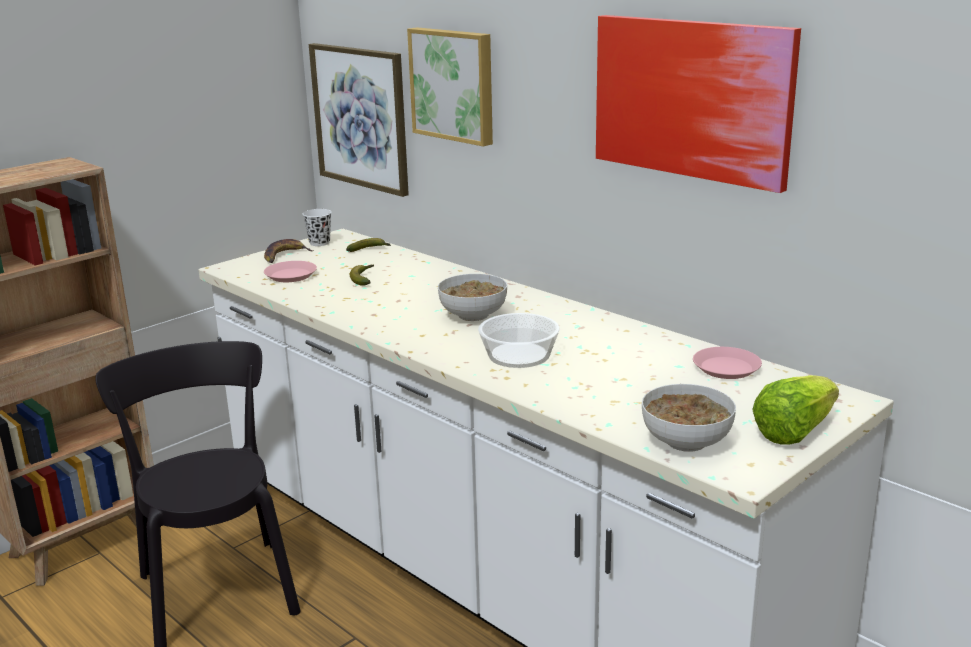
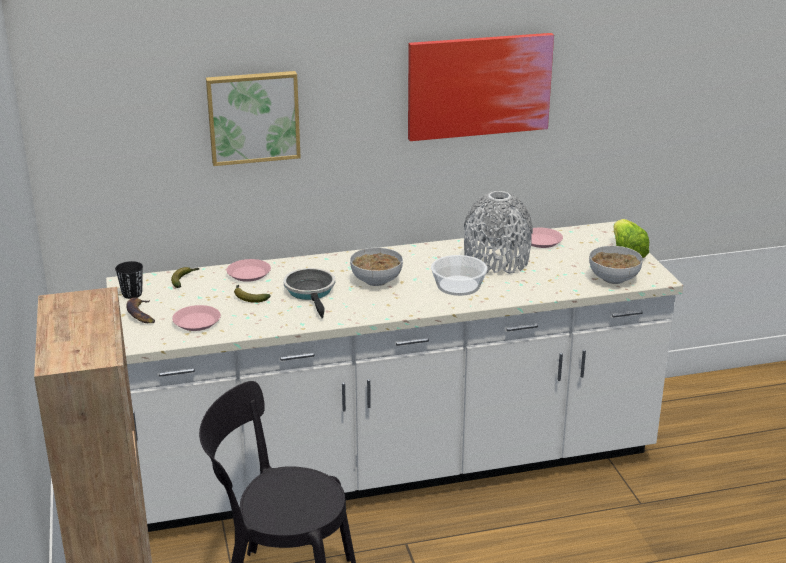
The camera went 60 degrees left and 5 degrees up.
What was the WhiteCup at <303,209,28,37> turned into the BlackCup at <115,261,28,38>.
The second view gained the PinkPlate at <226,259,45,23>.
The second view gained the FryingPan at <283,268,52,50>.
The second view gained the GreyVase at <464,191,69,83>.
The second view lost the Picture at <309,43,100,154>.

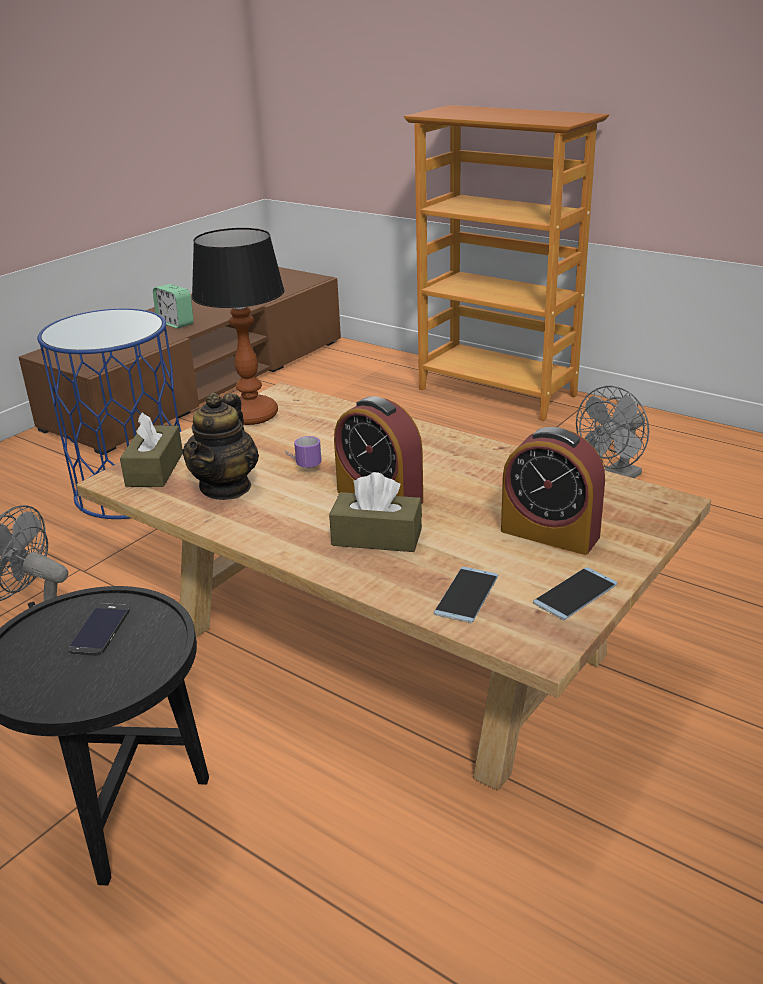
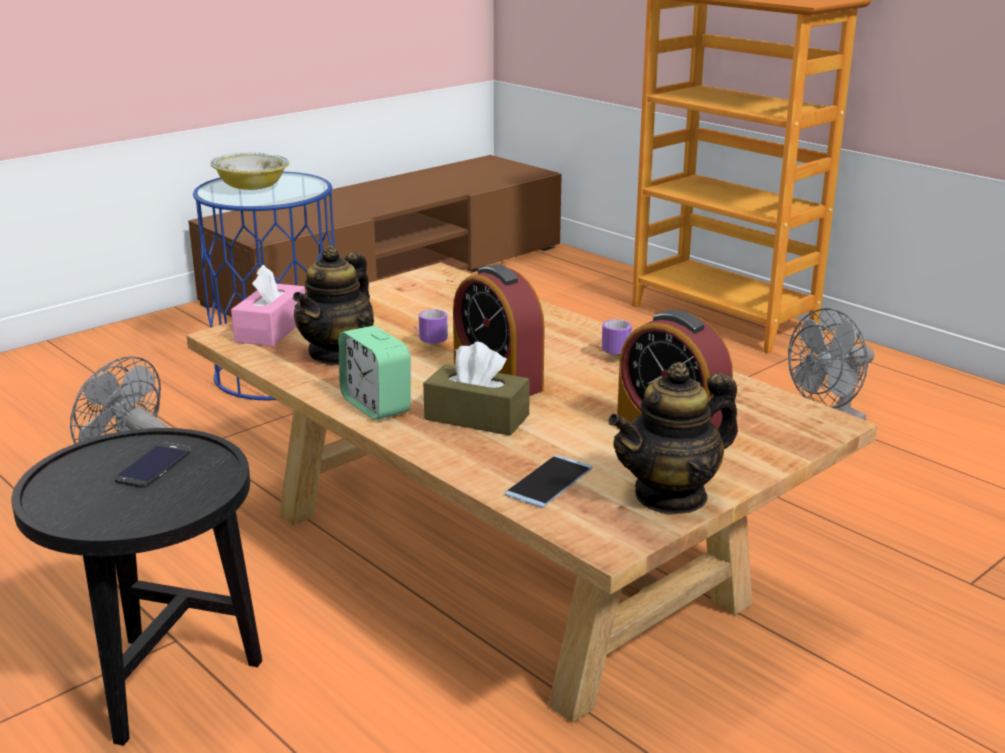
The camera went 10 degrees right and 5 degrees down.
The second view gained the Bowl at <210,153,79,37>.
What was the BrownTissueBox at <120,412,63,75> turned into the PinkTissueBox at <231,264,74,83>.
The AlarmClock ended up elsewhere, having gone from <153,284,40,44> to <339,326,72,94>.
The second view gained the Mug at <602,319,30,37>.
Where the Phone stood at <533,567,84,53>, the Teapot came to stand at <608,362,130,153>.
The second view lost the TableLamp at <192,228,93,197>.

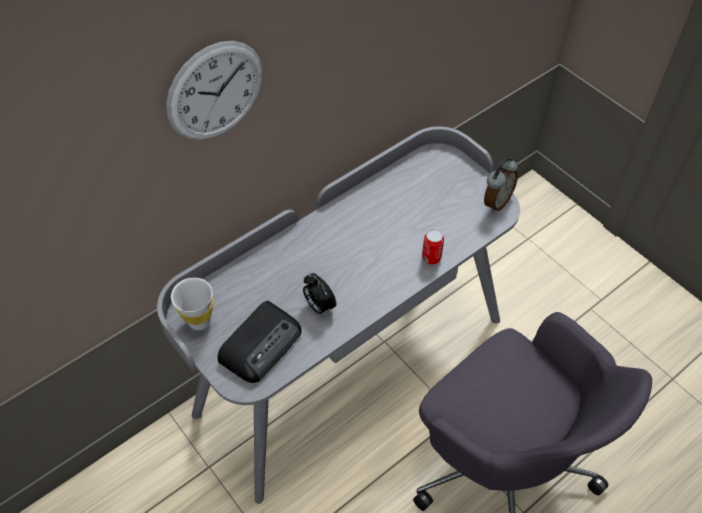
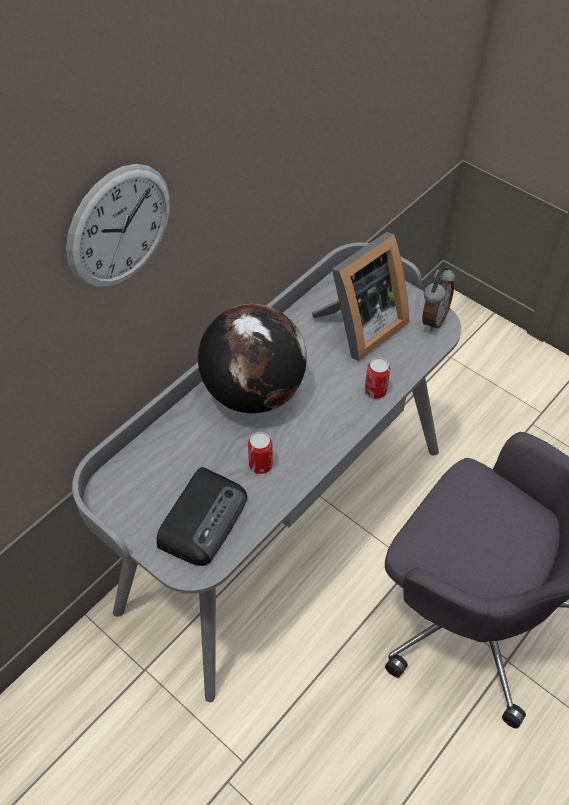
The camera went 10 degrees left and 0 degrees up.
The second view gained the Globe at <198,304,109,109>.
Where the AlarmClock stood at <303,273,33,43>, the Can came to stand at <248,432,25,42>.
The second view gained the PictureFrame at <312,232,97,129>.
The second view lost the WhiteCup at <171,278,42,52>.

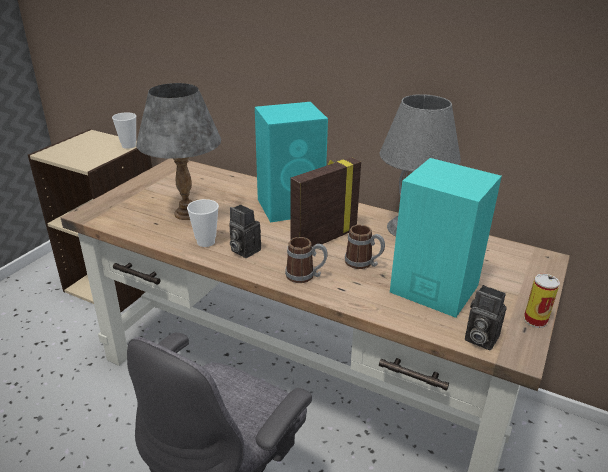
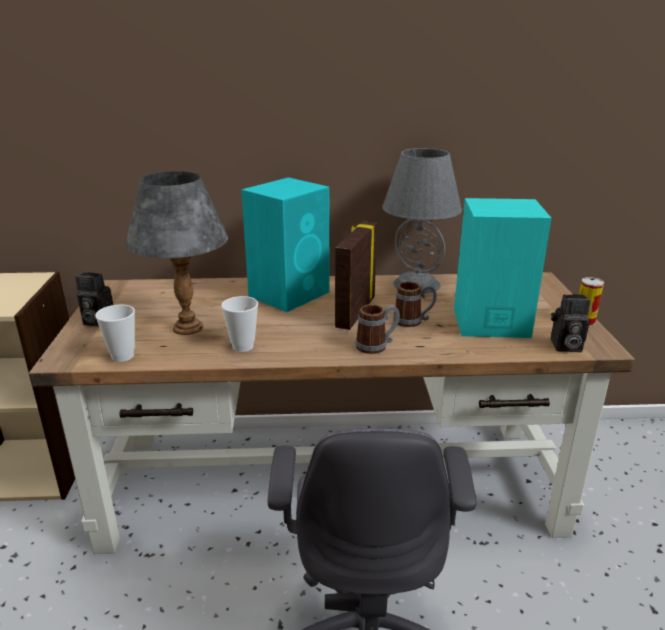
The camera went 30 degrees left and 5 degrees down.
The PhotoCamera ended up elsewhere, having gone from <229,205,32,53> to <75,272,38,54>.
The Cup ended up elsewhere, having gone from <112,112,24,37> to <95,304,40,58>.

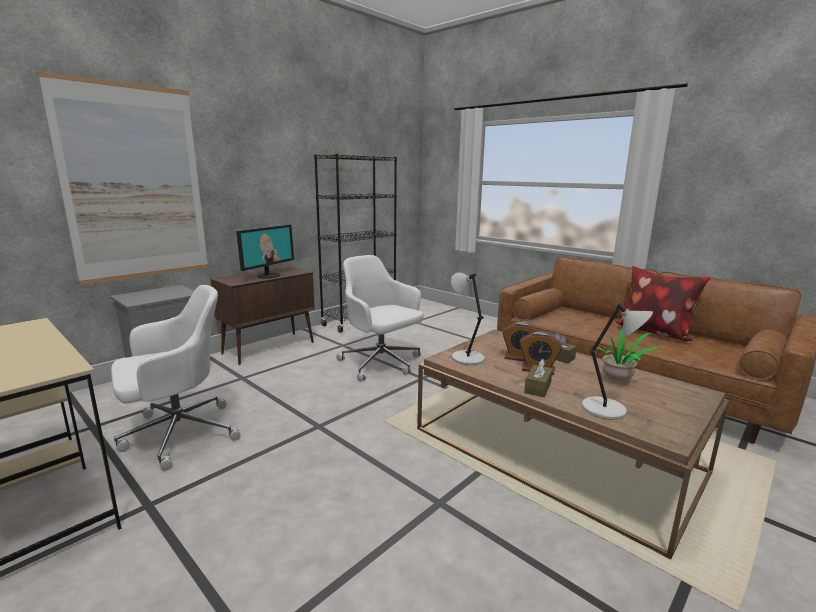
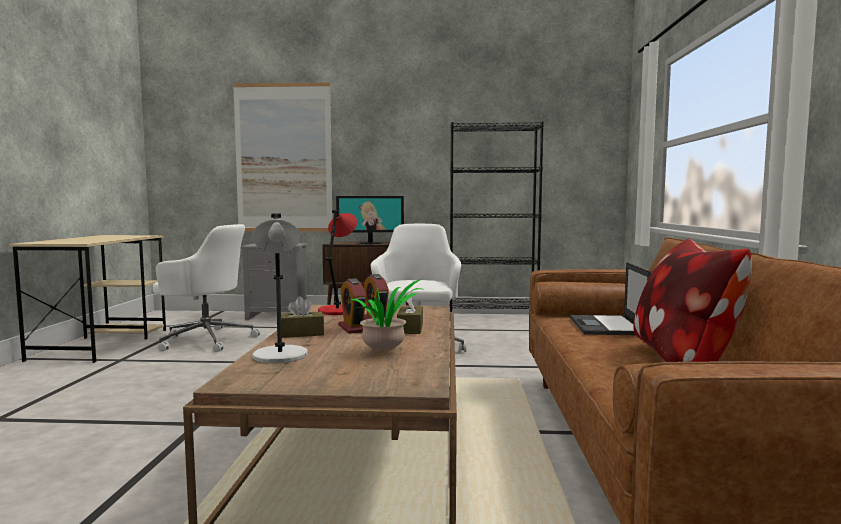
The camera went 50 degrees right and 10 degrees down.
What was the GreyTableLamp at <451,273,34,92> turned into the RedTableLamp at <318,210,39,105>.
The second view gained the Laptop at <570,262,81,73>.

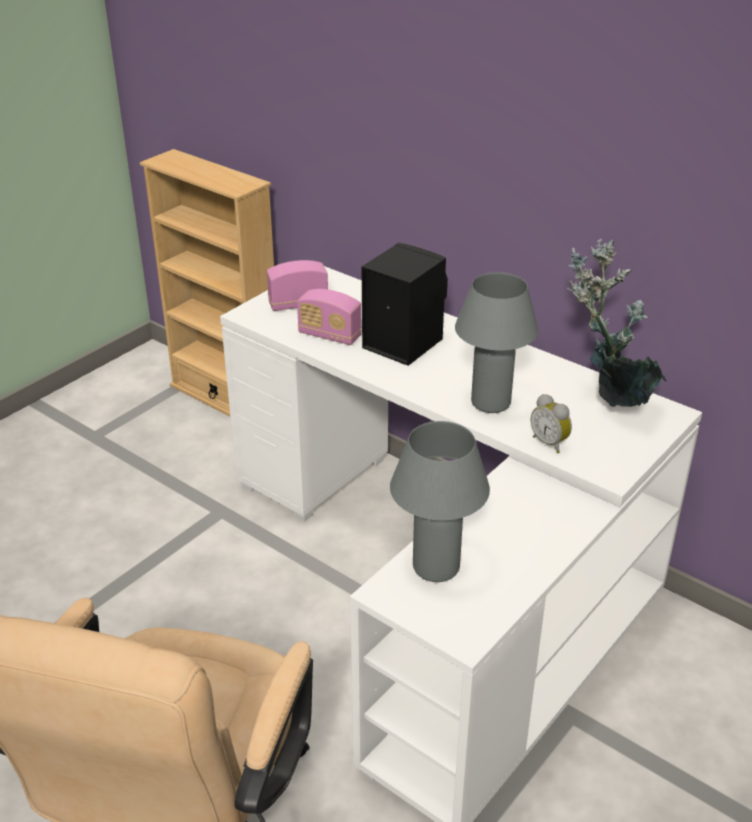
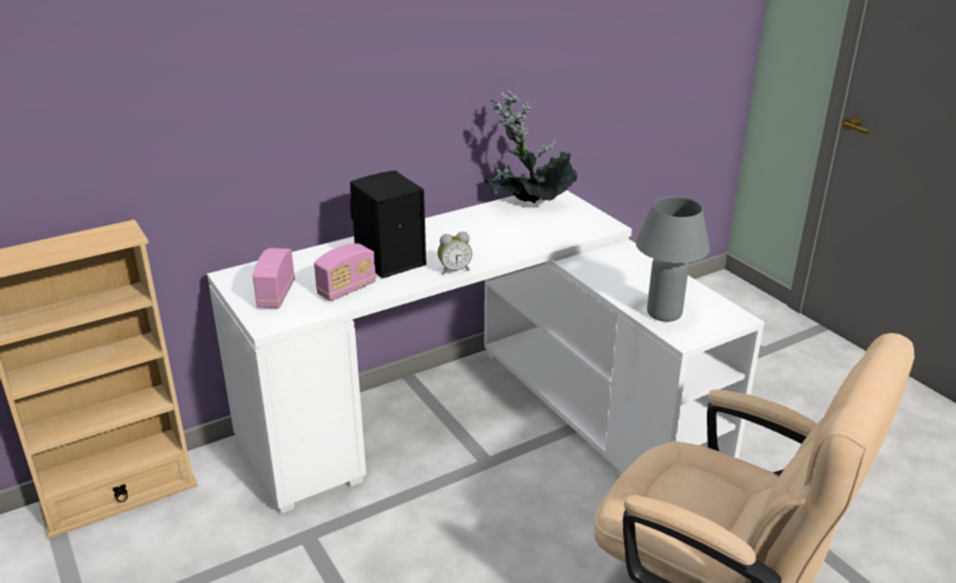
The camera went 70 degrees left and 5 degrees down.
The AlarmClock ended up elsewhere, having gone from <531,394,41,59> to <438,232,34,43>.
The second view lost the GreyTableLamp at <455,272,83,141>.

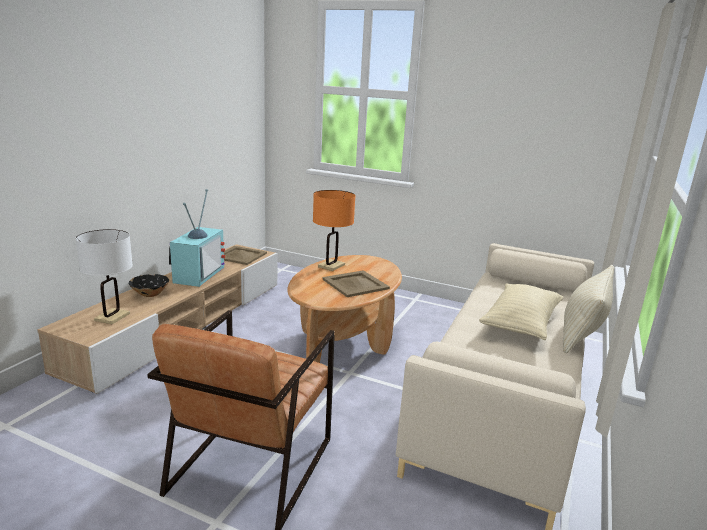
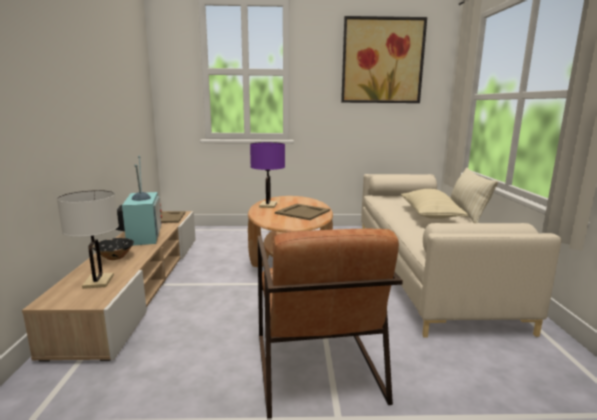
The camera went 25 degrees left and 5 degrees down.
What was the OrangeTableLamp at <313,190,43,81> turned into the PurpleTableLamp at <250,142,35,66>.
The second view gained the Picture at <341,16,86,87>.

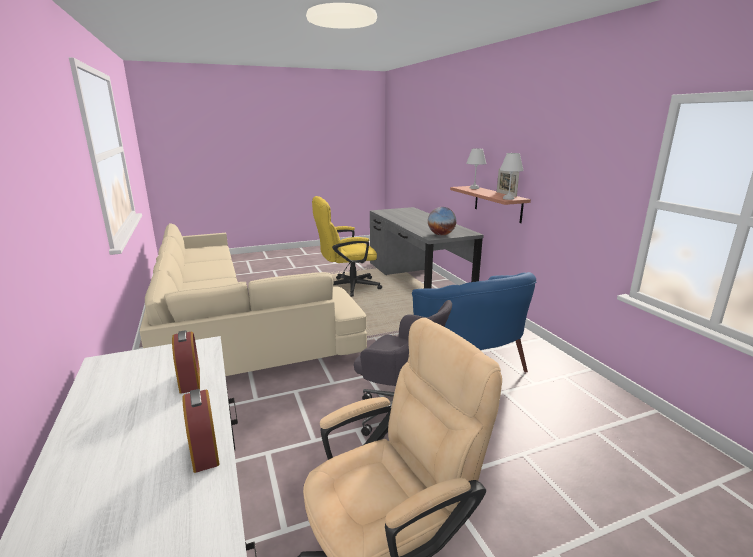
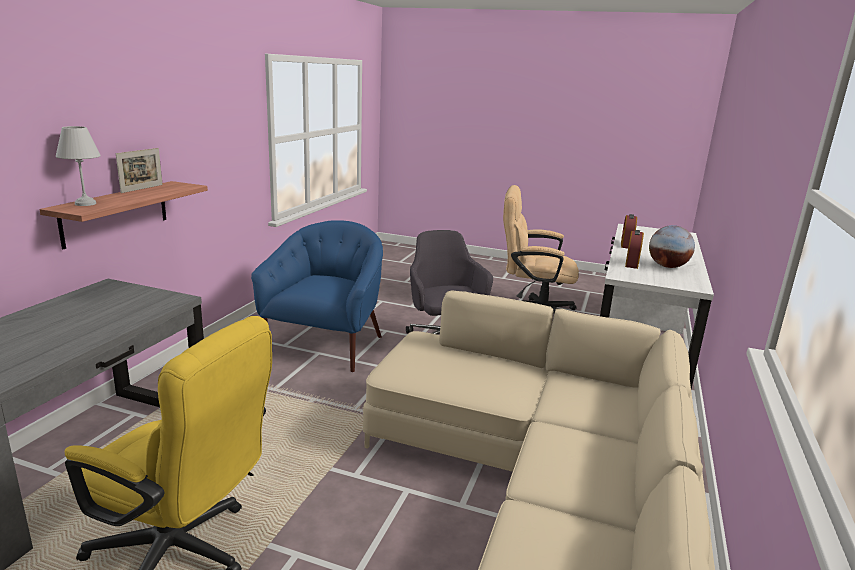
The camera went 140 degrees left and 0 degrees up.
The Globe ended up elsewhere, having gone from <428,207,28,28> to <649,225,46,43>.
The second view lost the WhiteTableLamp at <500,153,24,47>.

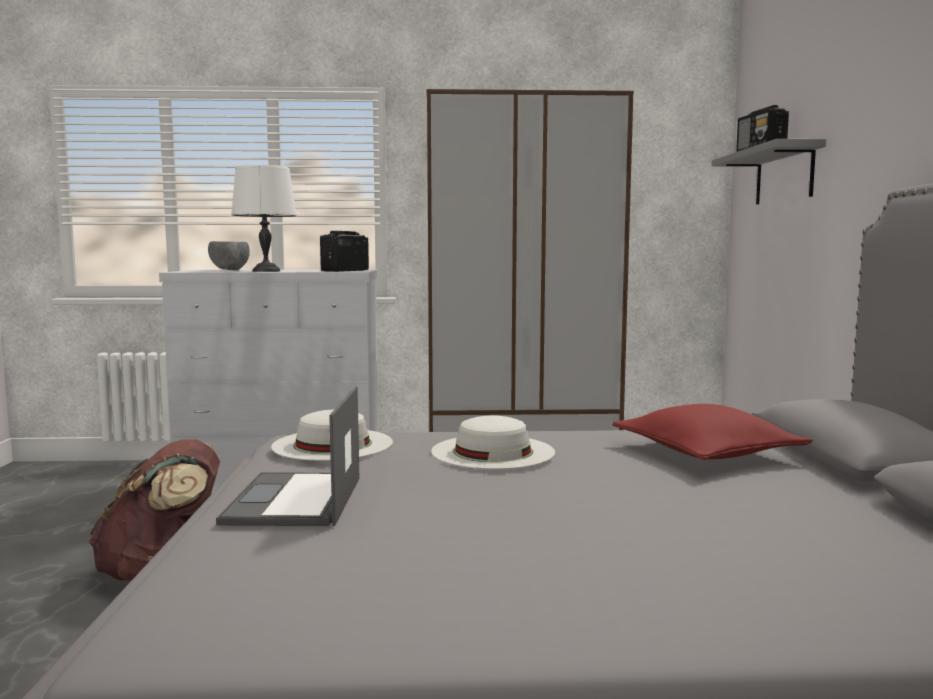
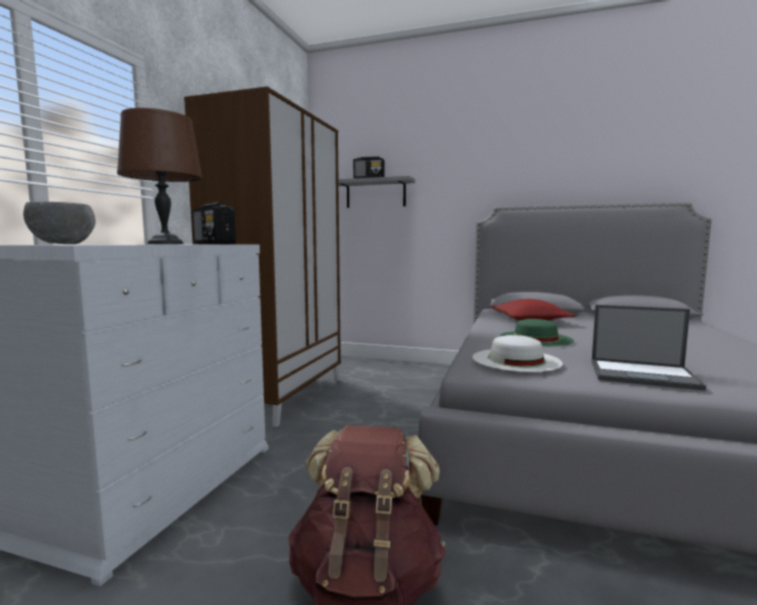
The camera went 70 degrees left and 0 degrees up.
What was the WhiteTableLamp at <231,165,66,107> turned into the BrownTableLamp at <117,108,85,136>.
What was the WhiteHat at <431,416,124,53> turned into the GreenHat at <500,319,74,27>.

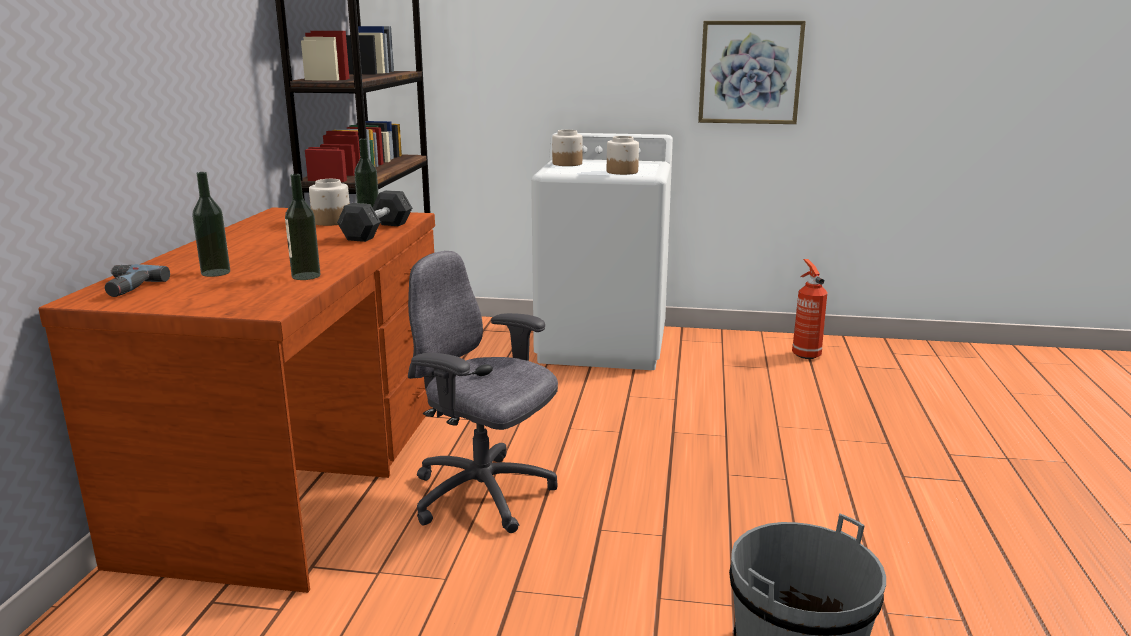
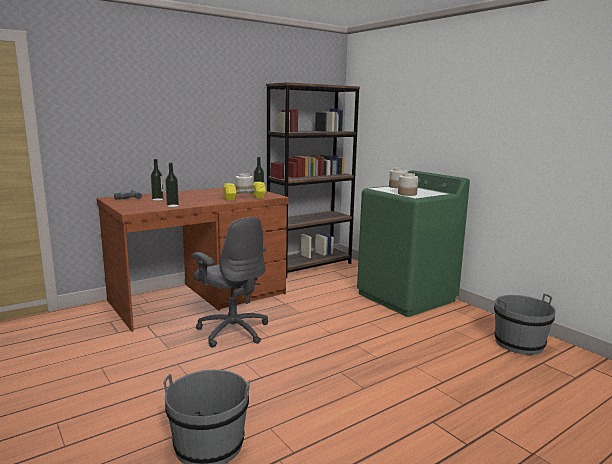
The camera went 45 degrees right and 5 degrees down.
The GreyOfficeChair at <408,251,150,282> ended up facing another way, 150 degrees clockwise from before.
What was the GreyDumbbell at <337,190,75,52> turned into the YellowDumbbell at <223,182,43,19>.
What was the WhiteWashingMachine at <531,133,142,237> turned into the GreenWashingMachine at <357,170,113,147>.
Where the FireExtinguisher stood at <792,259,35,100>, the GreyBucket came to stand at <494,293,62,62>.
The second view lost the Picture at <698,21,108,103>.

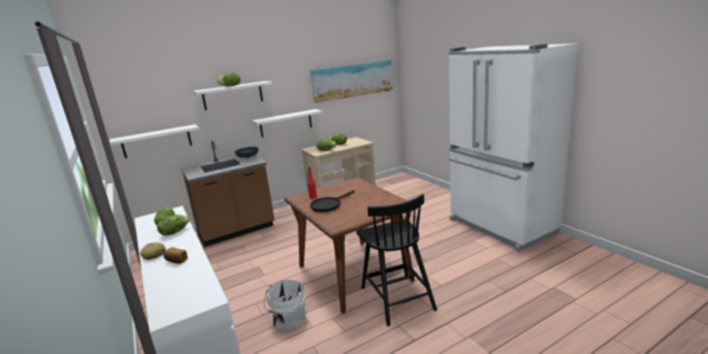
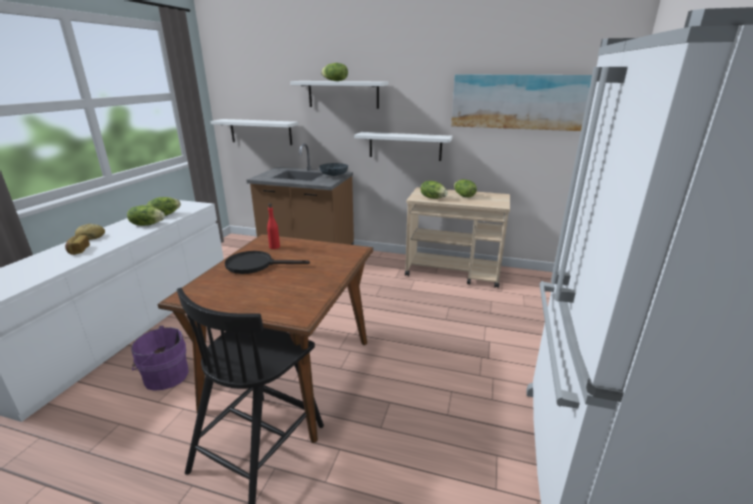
The camera went 45 degrees right and 5 degrees up.
What was the WhiteBucket at <264,280,42,51> turned into the PurpleBucket at <131,326,58,65>.

